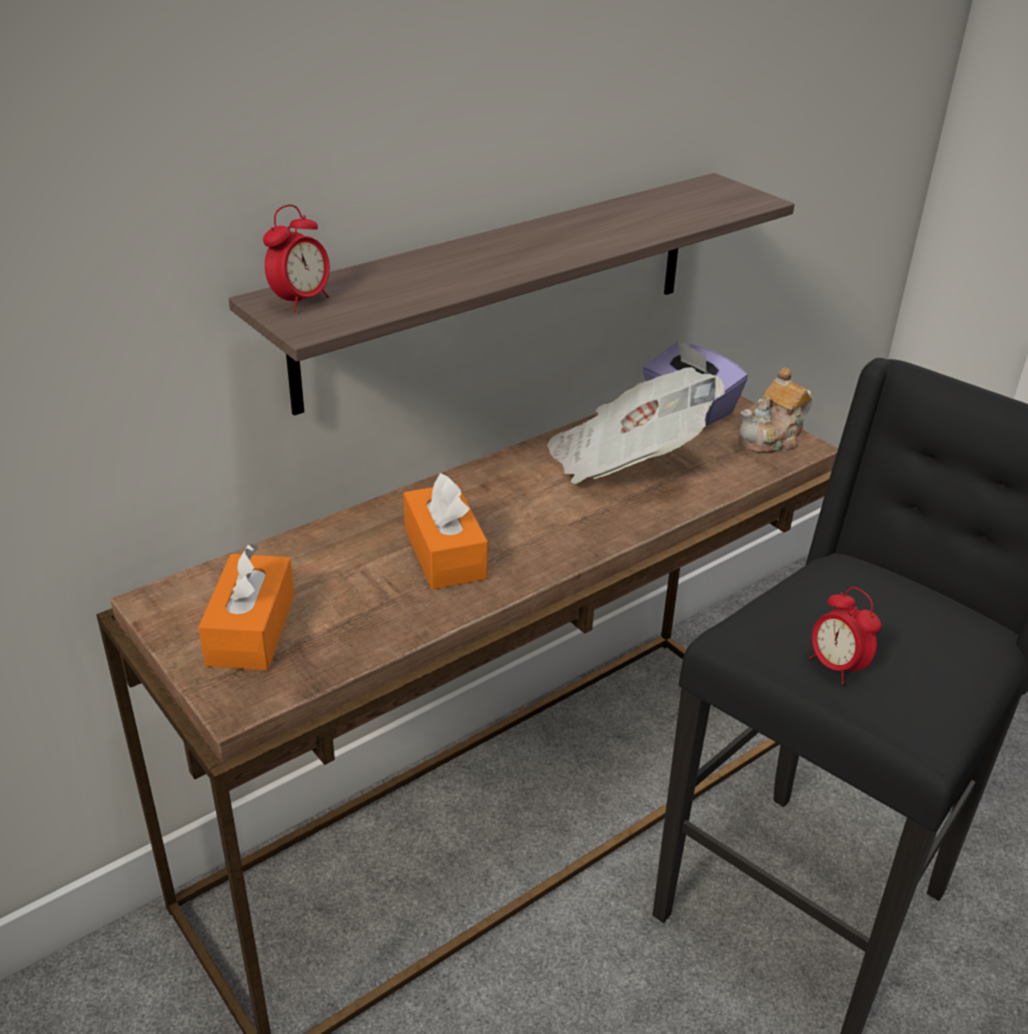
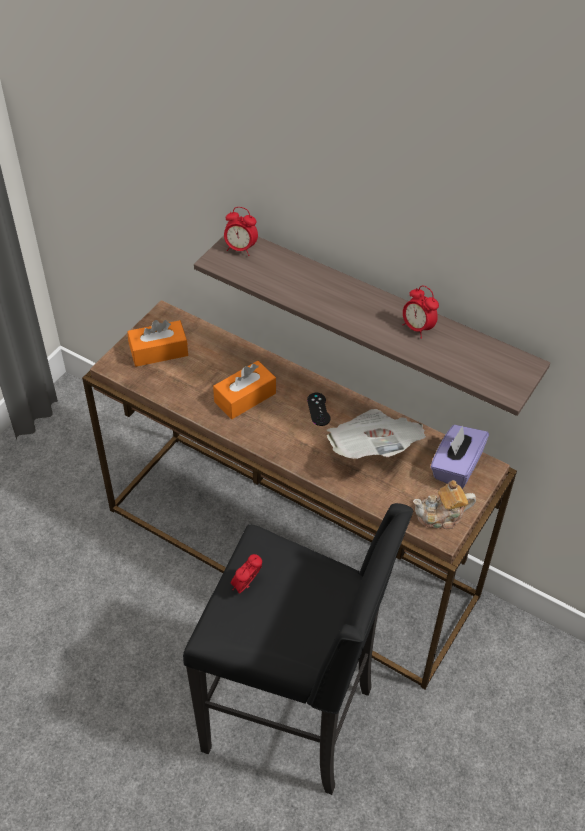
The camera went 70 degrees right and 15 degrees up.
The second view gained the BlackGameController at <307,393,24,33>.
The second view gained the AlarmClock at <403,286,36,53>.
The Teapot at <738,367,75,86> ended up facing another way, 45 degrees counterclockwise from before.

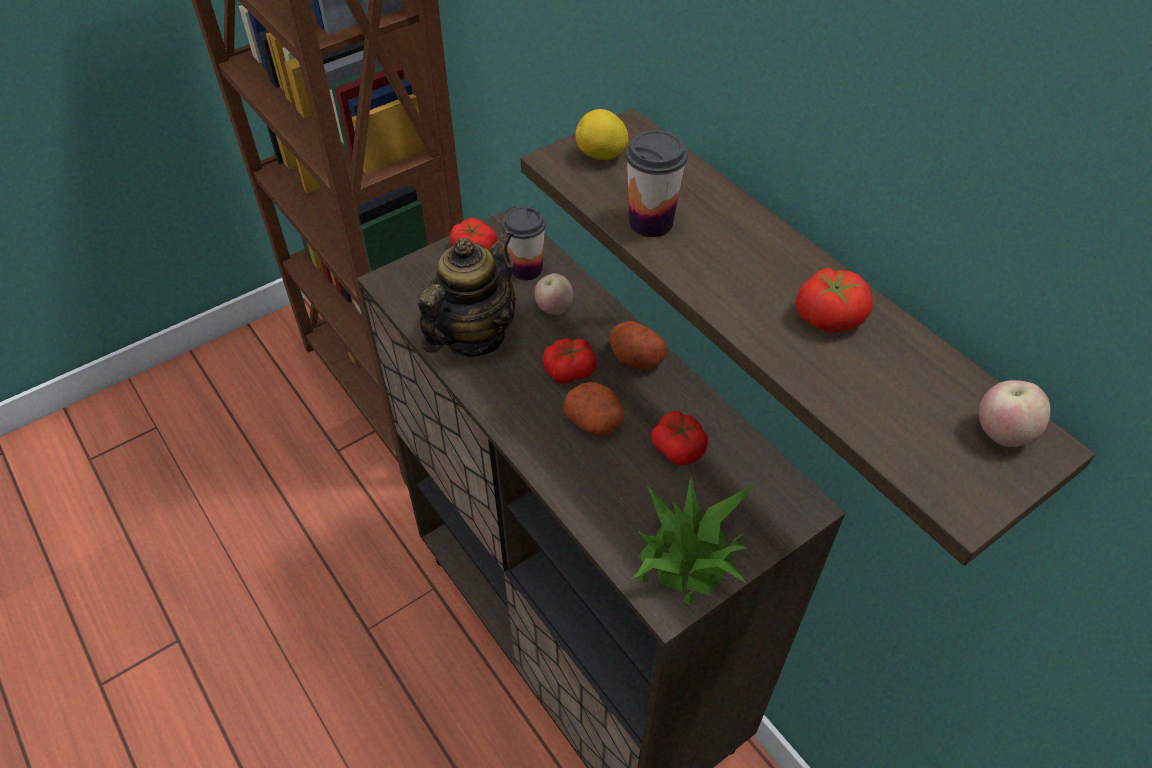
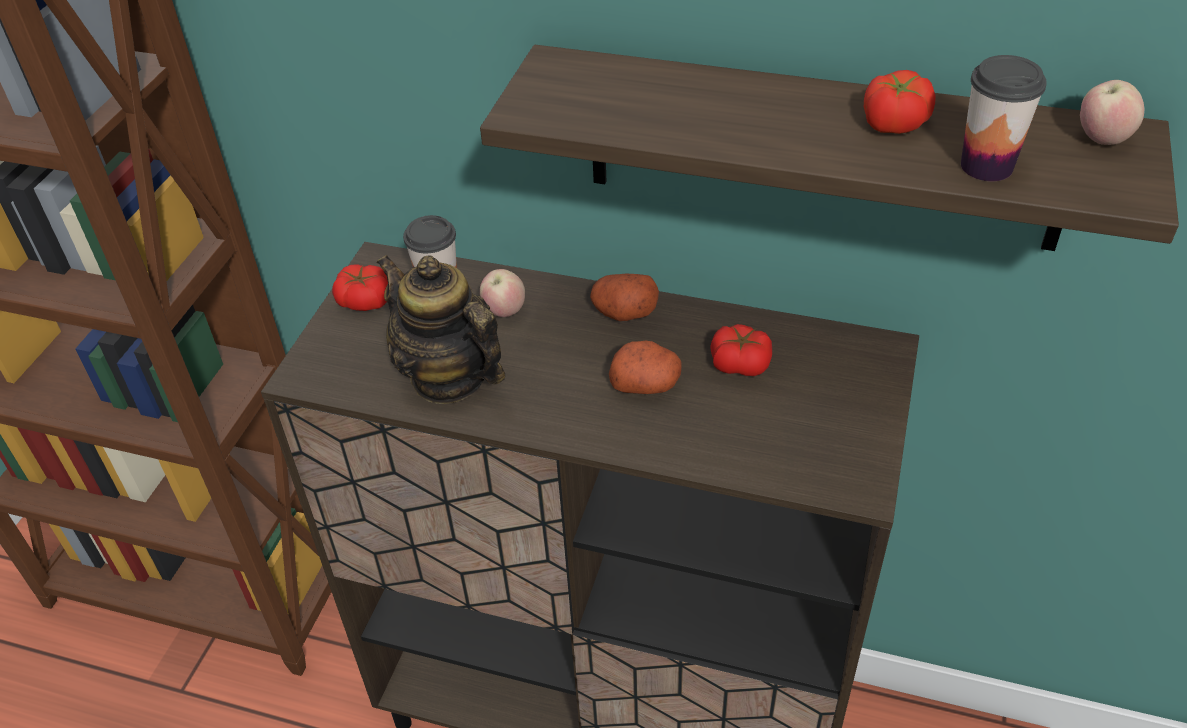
The camera went 35 degrees left and 5 degrees down.
The Teapot at <418,229,98,128> ended up facing another way, 45 degrees counterclockwise from before.
The Cup ended up elsewhere, having gone from <625,130,63,107> to <961,55,86,126>.
The second view lost the Tomato at <543,338,54,45>.
The second view lost the Lemon at <575,109,53,51>.
The second view lost the PottedPlant at <631,477,124,128>.

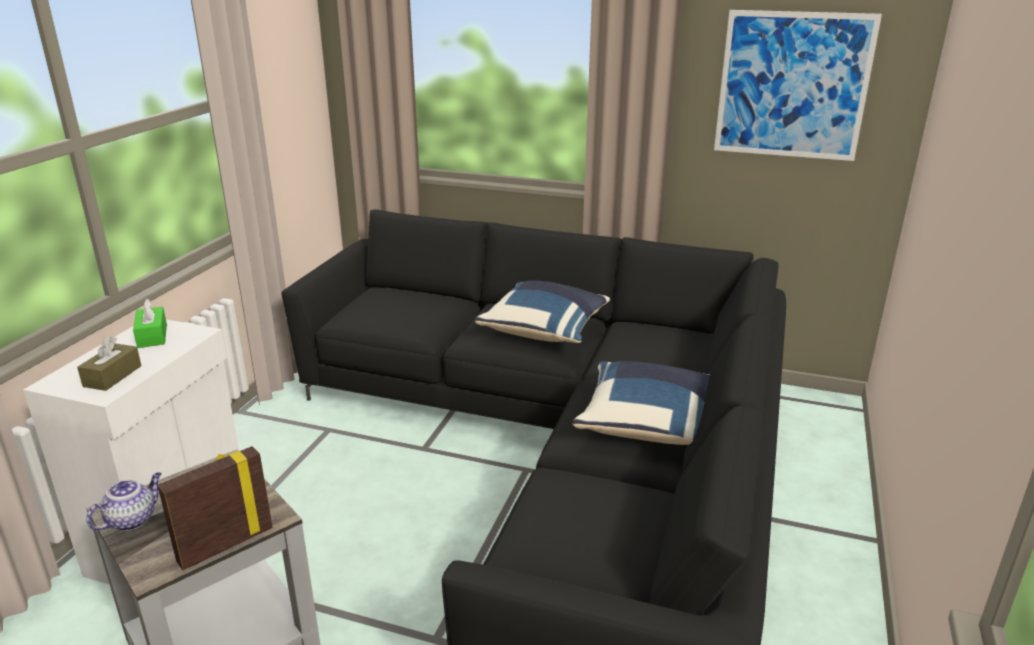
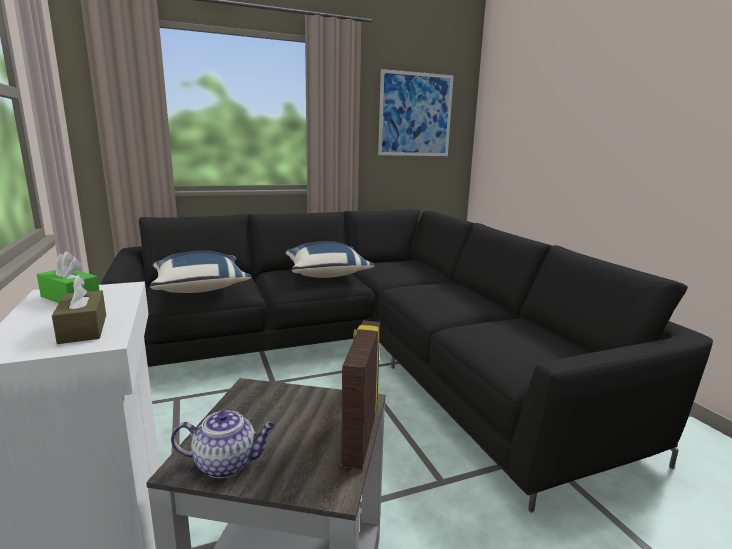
The camera went 40 degrees left and 10 degrees down.
The BluePillow ended up elsewhere, having gone from <572,361,138,84> to <150,251,102,42>.
The Teapot at <86,472,76,59> ended up facing another way, 90 degrees clockwise from before.

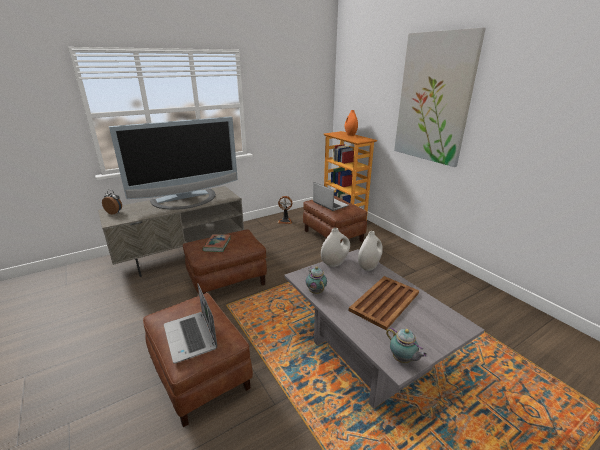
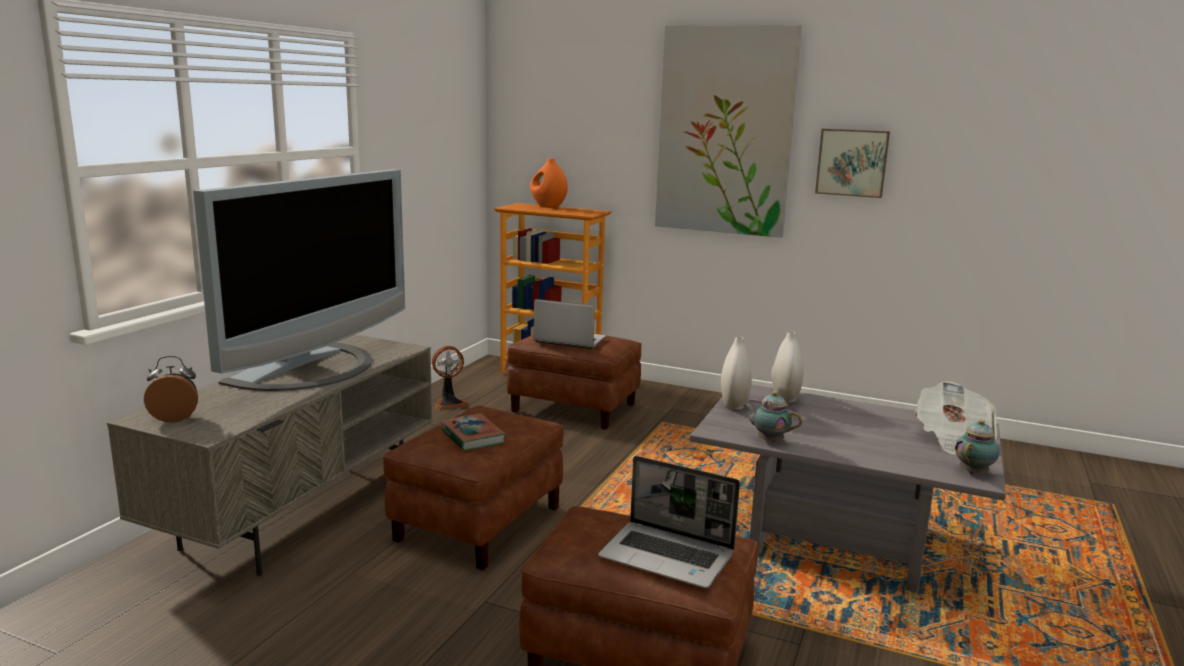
The camera went 35 degrees left and 10 degrees down.
The second view gained the Picture at <815,129,75,69>.
The second view gained the Newspaper at <915,381,82,74>.
The Teapot at <386,327,41,36> ended up facing another way, 60 degrees counterclockwise from before.
The second view lost the BrownTray at <349,276,70,54>.

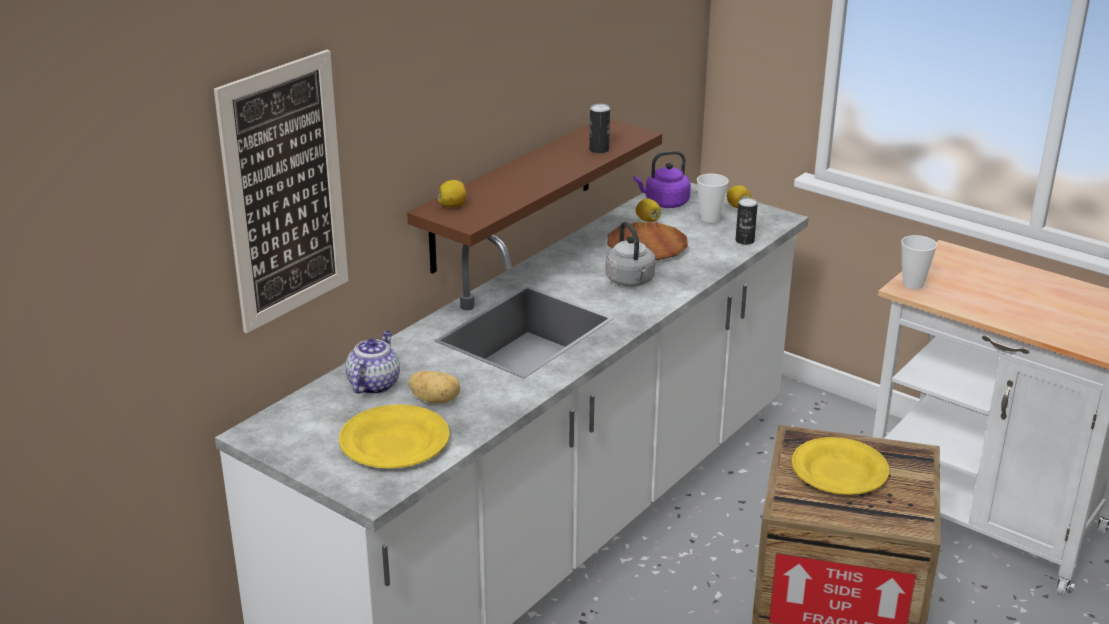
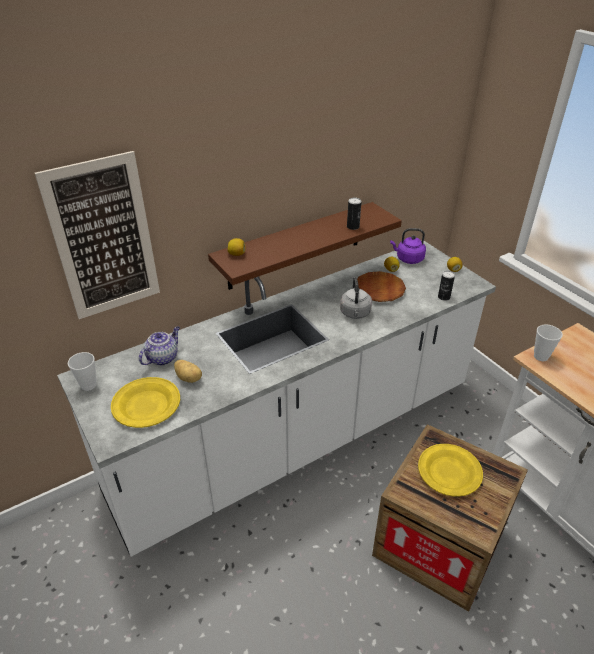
The camera went 20 degrees right and 10 degrees up.
The Cup ended up elsewhere, having gone from <697,174,32,49> to <68,352,28,39>.

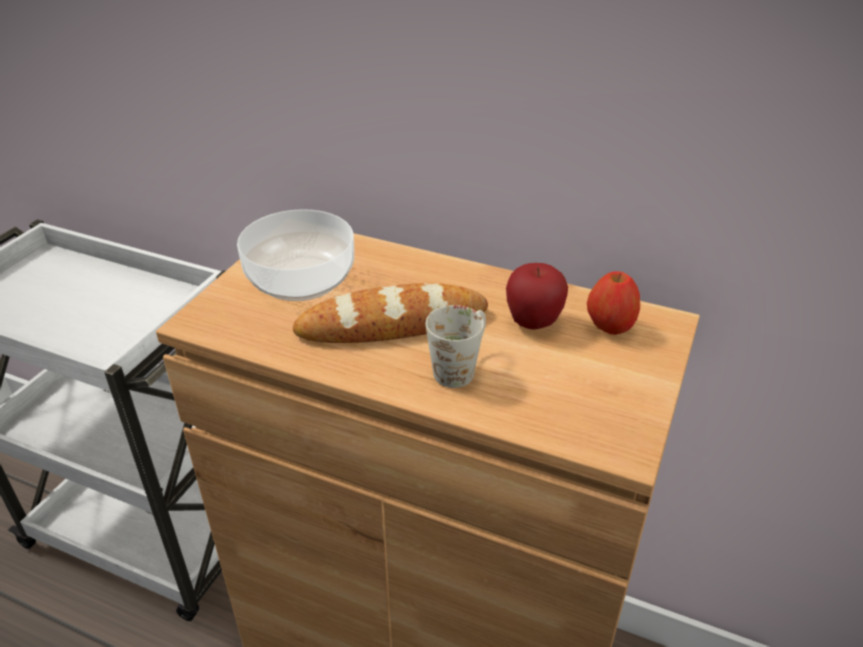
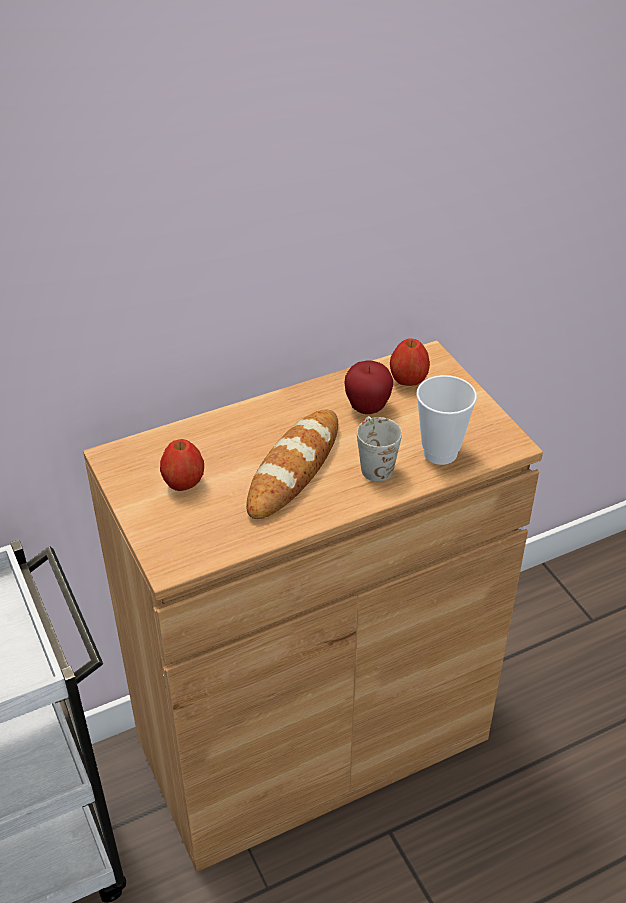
The camera went 50 degrees left and 5 degrees up.
Where the Bowl stood at <237,209,117,92>, the Apple came to stand at <160,439,44,52>.
The second view gained the Cup at <417,375,60,90>.

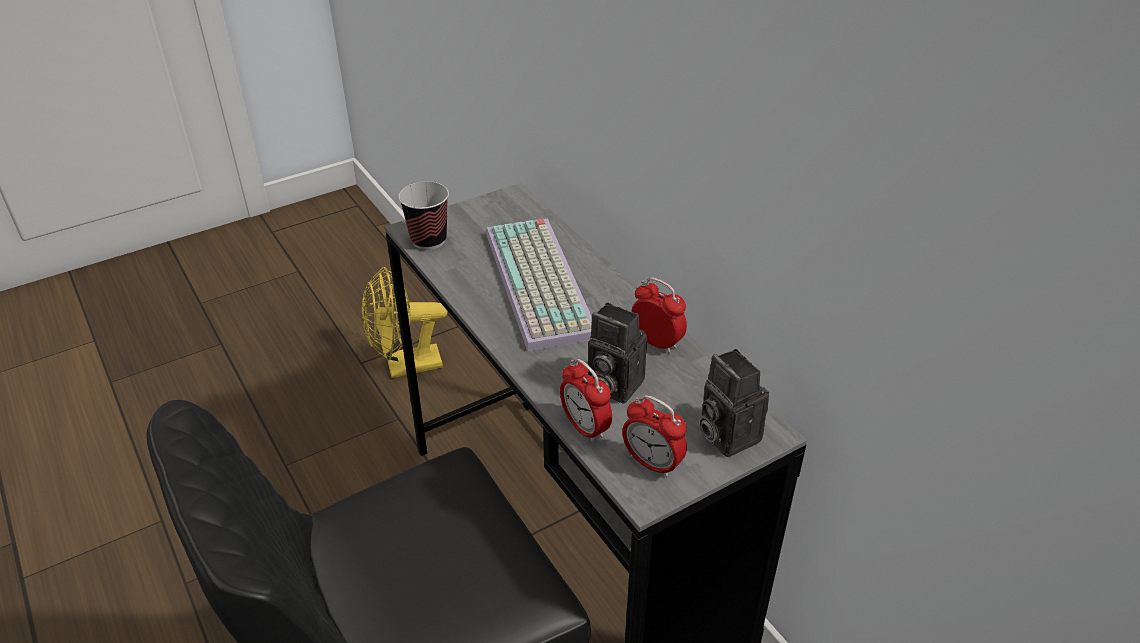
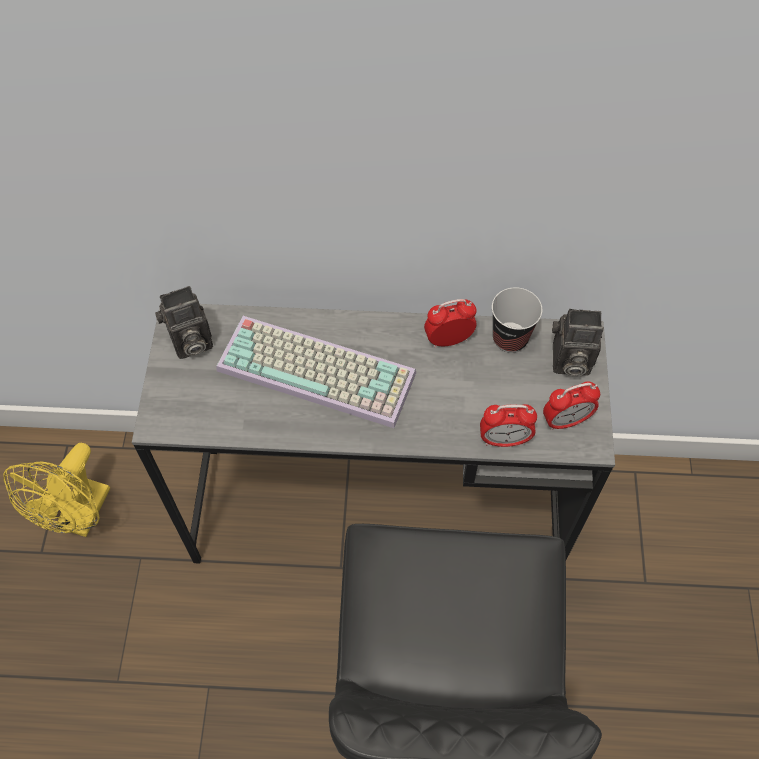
The camera went 55 degrees left and 20 degrees up.
The PhotoCamera ended up elsewhere, having gone from <588,302,59,102> to <155,286,58,73>.
The Cup ended up elsewhere, having gone from <398,181,51,69> to <492,287,51,66>.

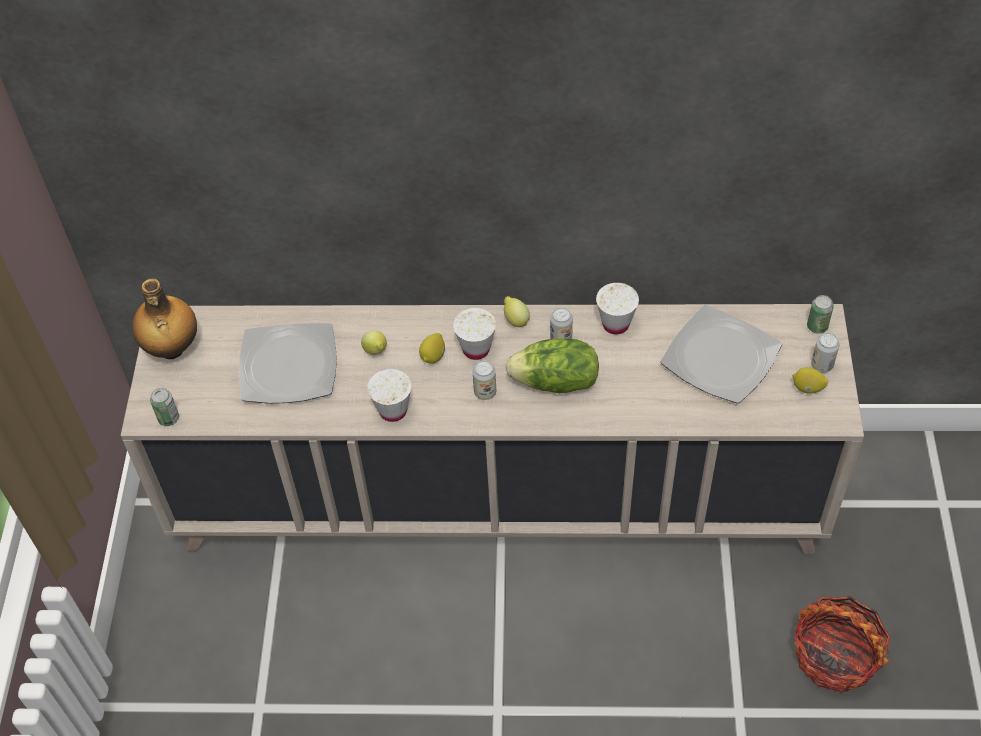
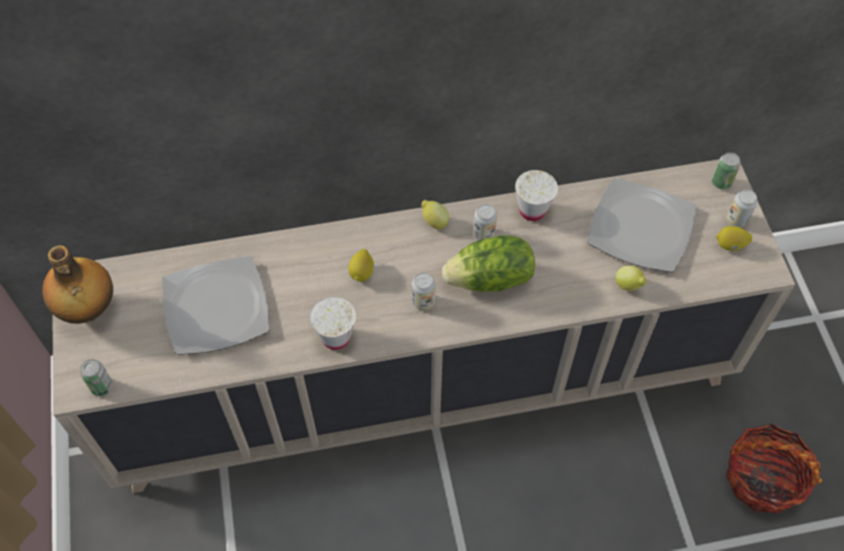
The camera went 15 degrees left and 5 degrees up.
The Lemon ended up elsewhere, having gone from <361,330,26,25> to <615,265,31,26>.
The second view lost the WhiteCup at <453,308,43,52>.

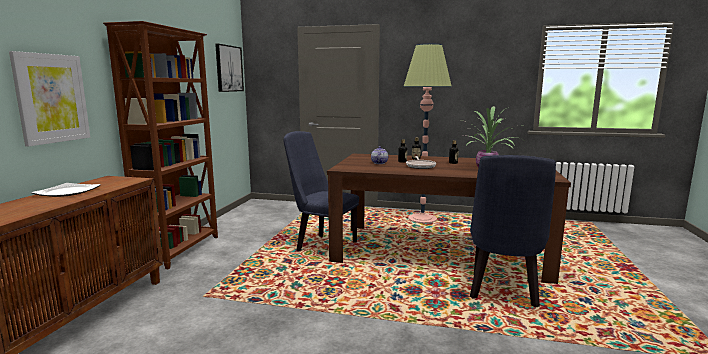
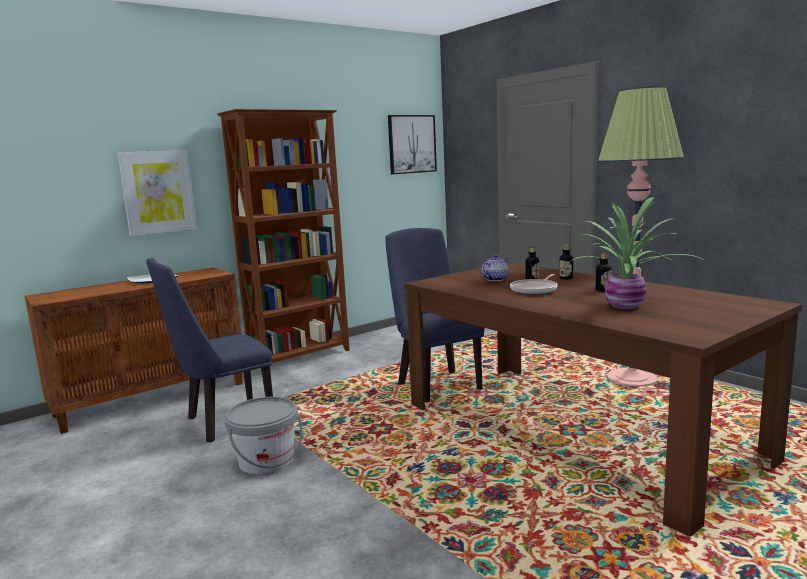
The camera went 40 degrees right and 0 degrees up.
The BlueChair ended up elsewhere, having gone from <470,155,86,152> to <146,258,127,184>.
The second view gained the GreyBucket at <224,397,79,77>.

